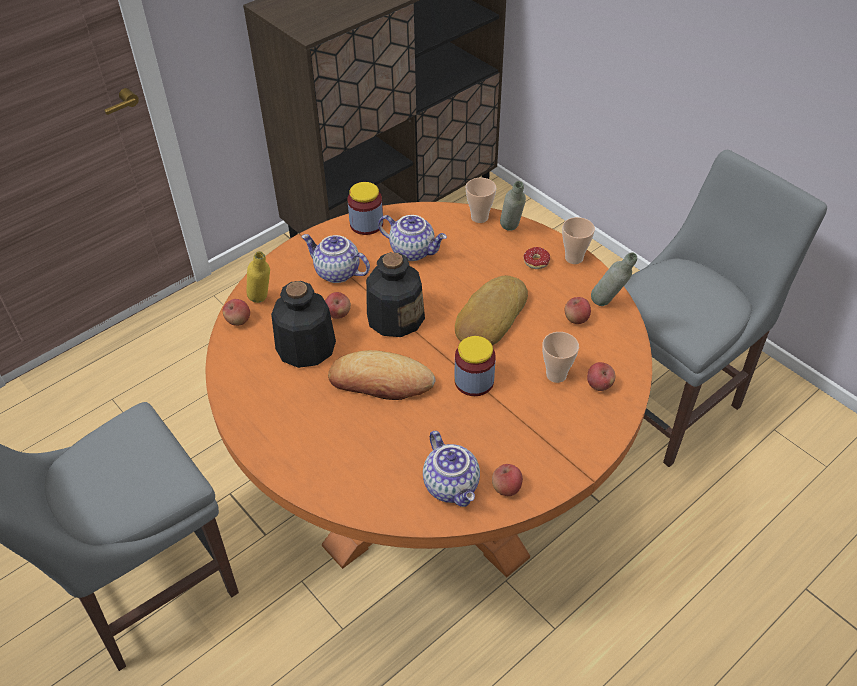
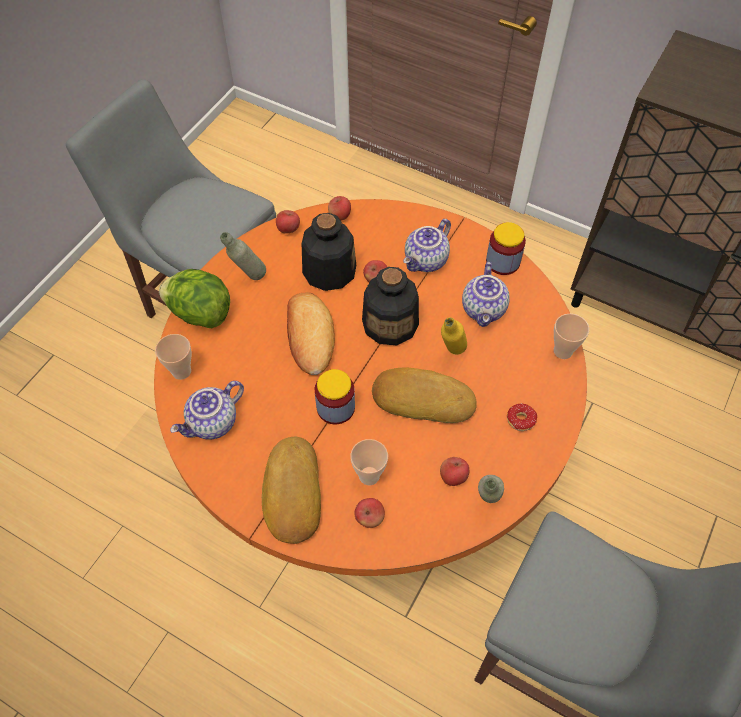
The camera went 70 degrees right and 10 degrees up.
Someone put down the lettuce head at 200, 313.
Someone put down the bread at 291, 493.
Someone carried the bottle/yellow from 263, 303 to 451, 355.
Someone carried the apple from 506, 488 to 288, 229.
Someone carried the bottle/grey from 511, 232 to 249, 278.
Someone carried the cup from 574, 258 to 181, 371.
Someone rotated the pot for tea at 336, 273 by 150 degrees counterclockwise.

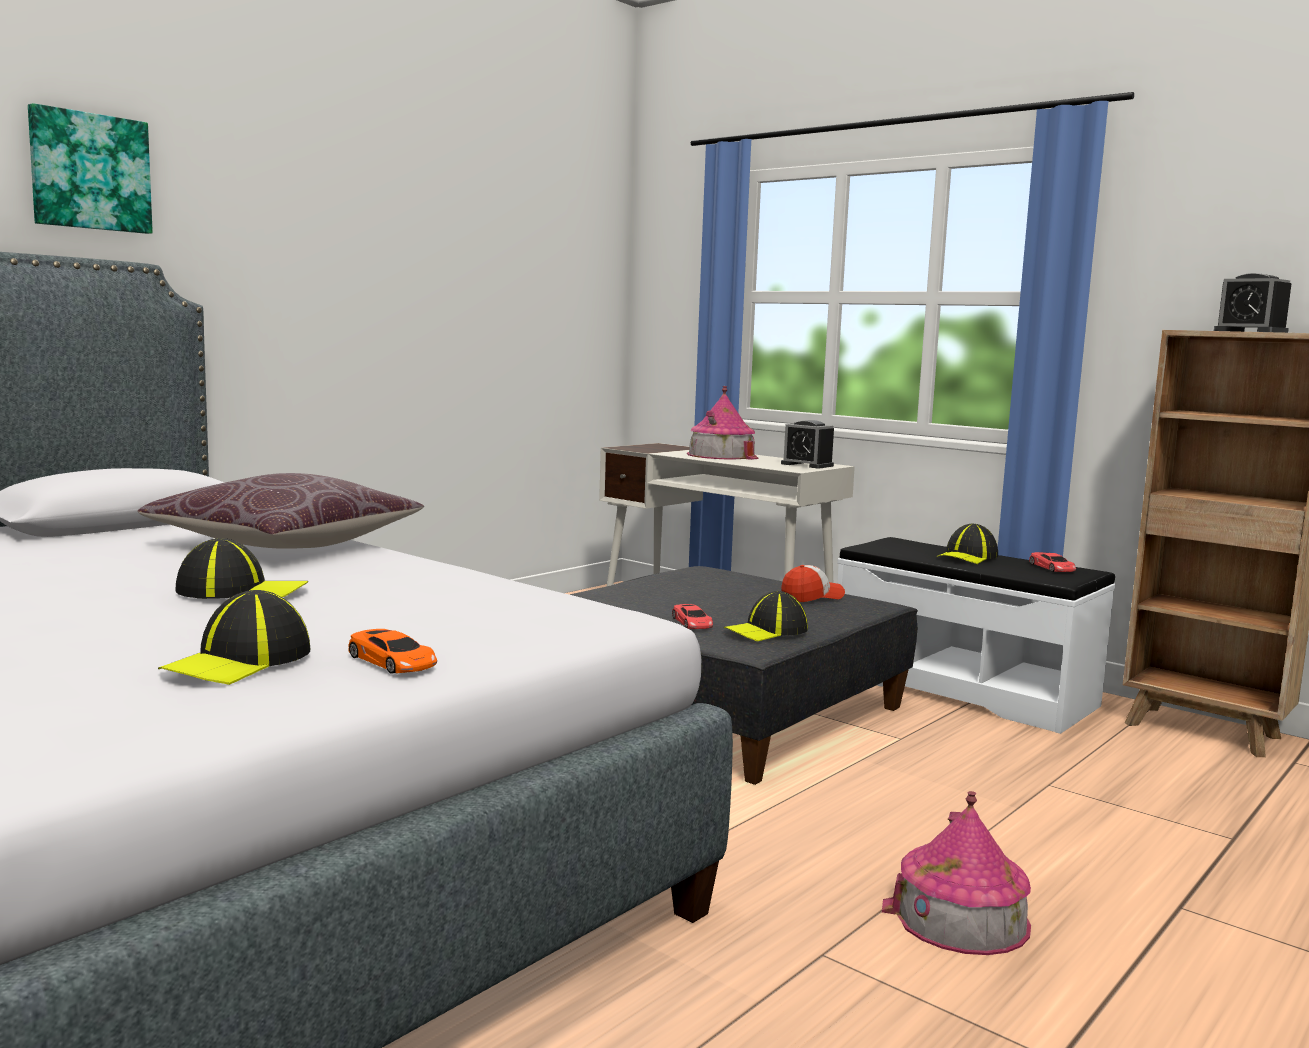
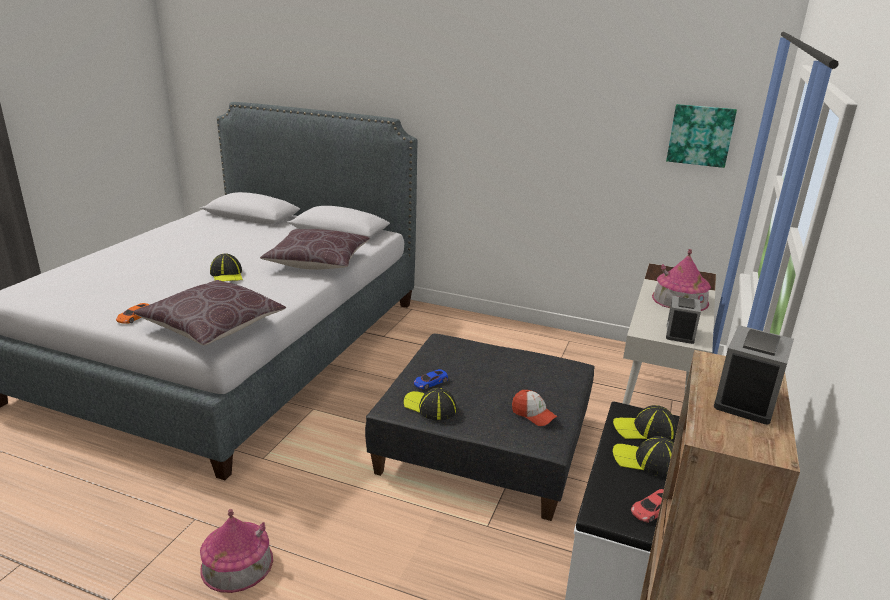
The camera went 70 degrees right and 15 degrees up.
Someone put down the throw pillow/brownish at 213, 327.
Someone carried the wall art from 90, 172 to 700, 135.
Someone carried the peaked cap from 238, 661 to 644, 429.
Someone repainted the model car/red-coloured at 692, 623, which became the model car/bluish at 430, 382.

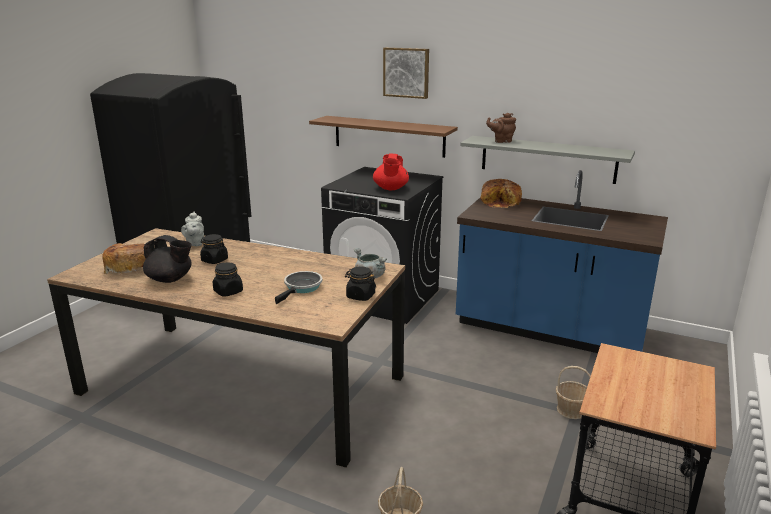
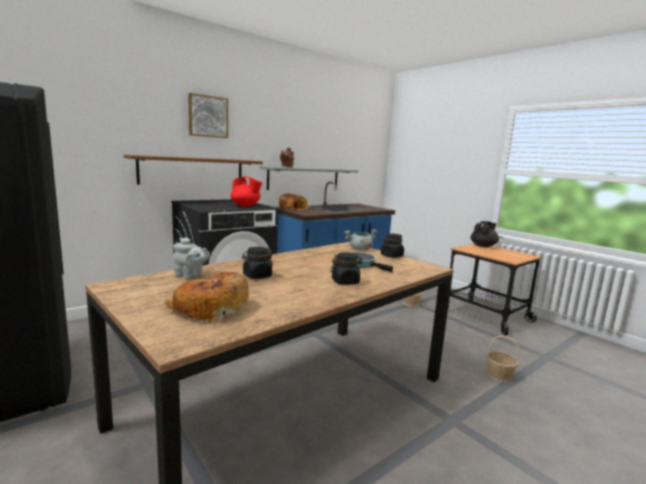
The camera went 65 degrees left and 10 degrees down.
Someone carried the pot for tea/blackish from 170, 279 to 483, 246.

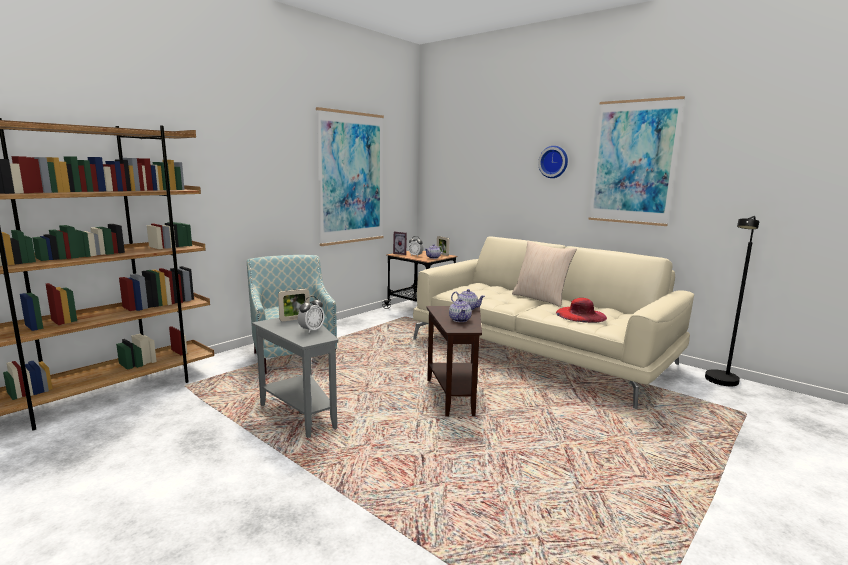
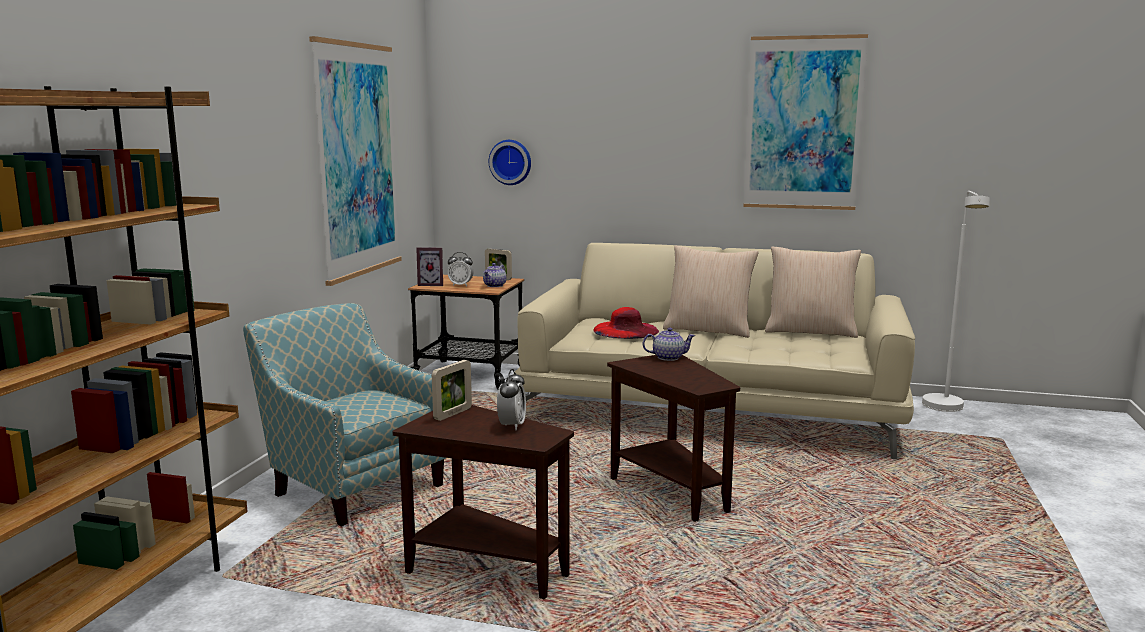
The camera went 25 degrees left and 0 degrees up.
Someone took away the pot for tea at 460, 320.
Someone put down the throw pillow/beige at 810, 331.
Someone carried the clock on the wall from 554, 162 to 511, 162.
Someone carried the wearable hat/red-coloured from 581, 315 to 625, 330.
Someone repainted the accent table/grey at 301, 412, which became the accent table/brownish at 485, 567.
Someone repainted the floor lamp/blackish at 721, 383, which became the floor lamp/whitish at 945, 409.

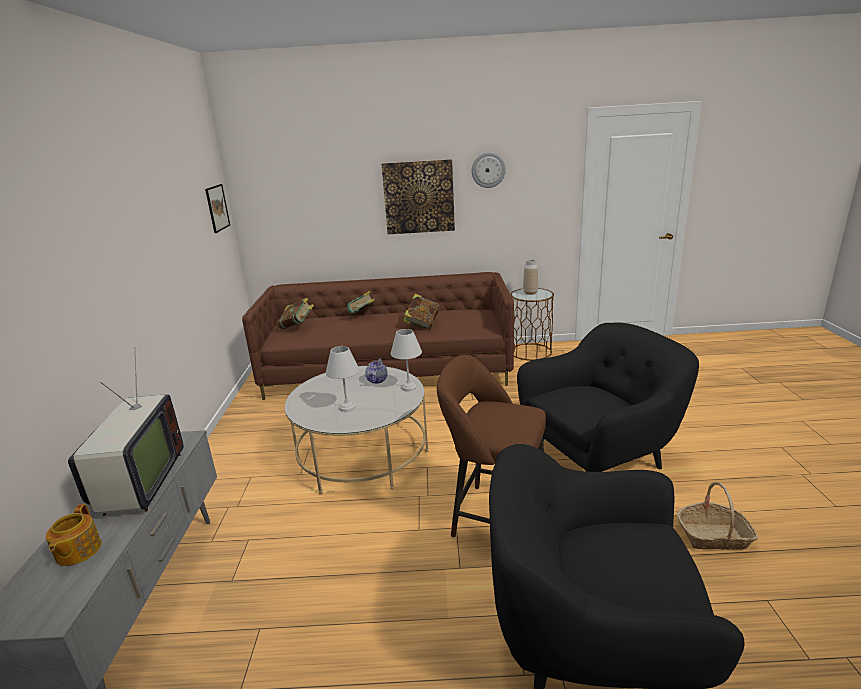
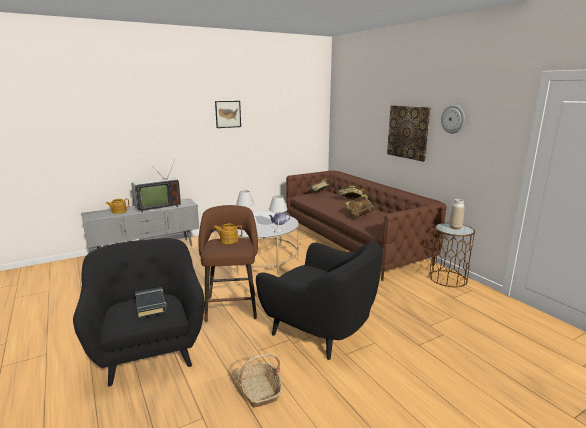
The camera went 60 degrees right and 5 degrees down.
Someone put down the volume/blackish at 151, 305.
Someone put down the pot for tea at 228, 240.
Someone carried the wall art from 217, 208 to 228, 114.

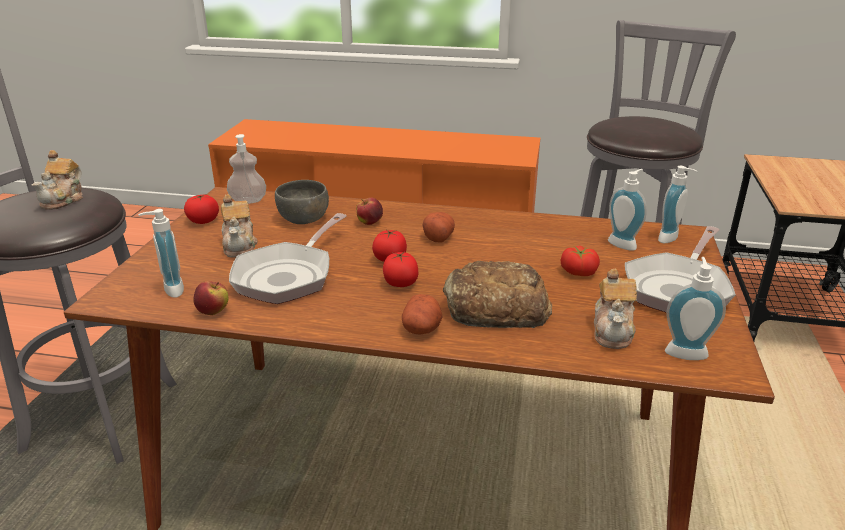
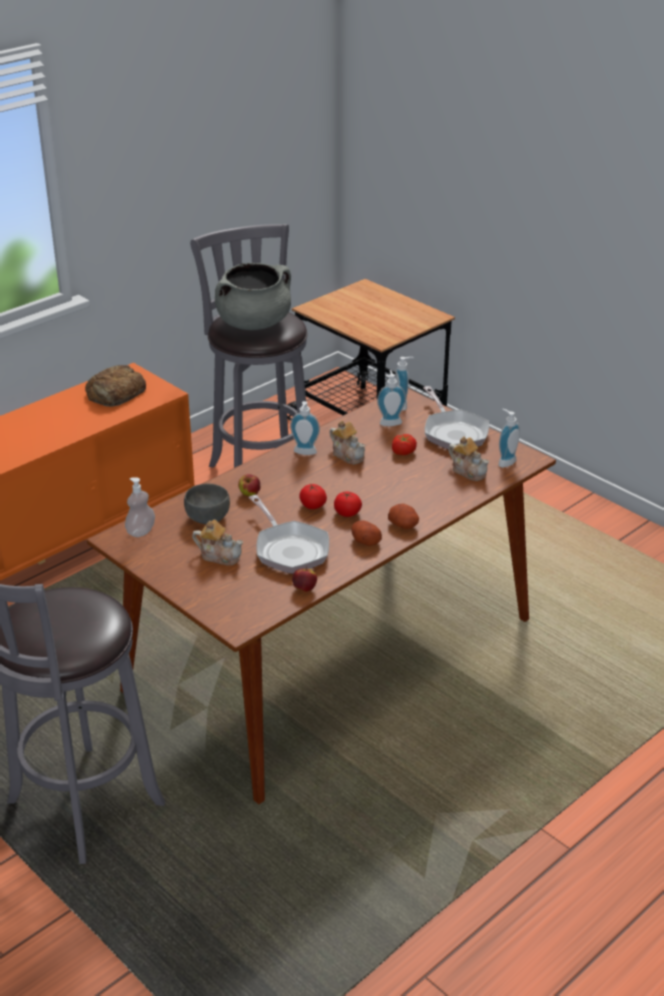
The camera went 55 degrees left and 5 degrees up.
Someone took away the fresh tomato at 203, 221.
Someone put down the saucepot/grey at 254, 324.
Someone carried the pot for tea from 64, 200 to 348, 455.
Someone carried the soap dispenser from 169, 290 to 304, 453.
Someone carried the whole potato from 438, 237 to 365, 541.
Someone carried the bread from 494, 306 to 115, 393.

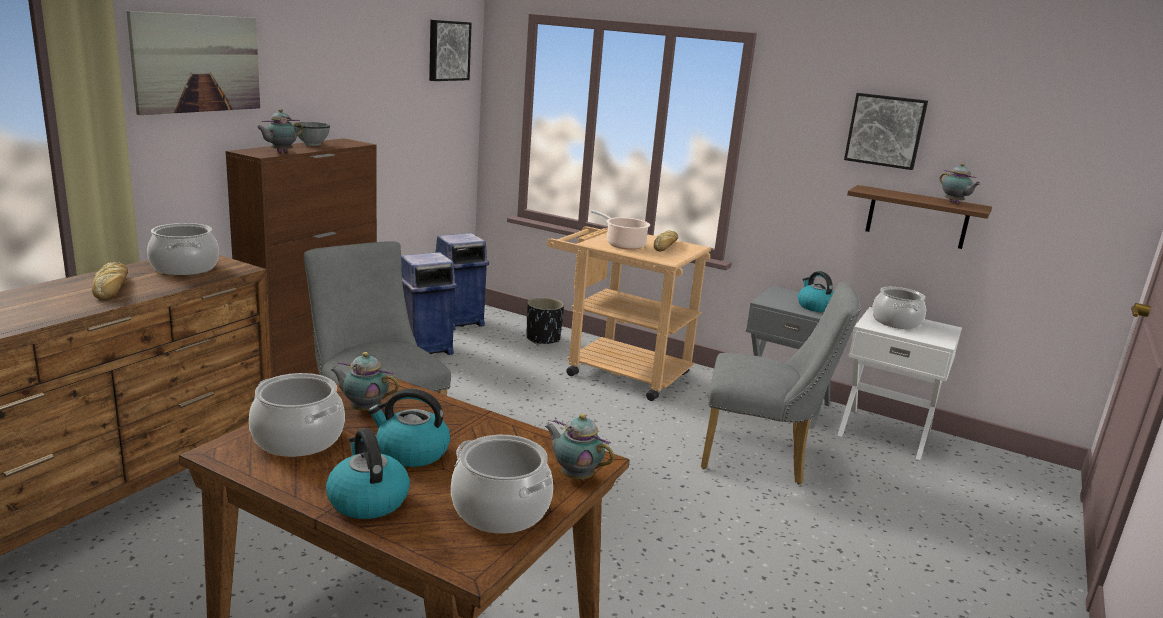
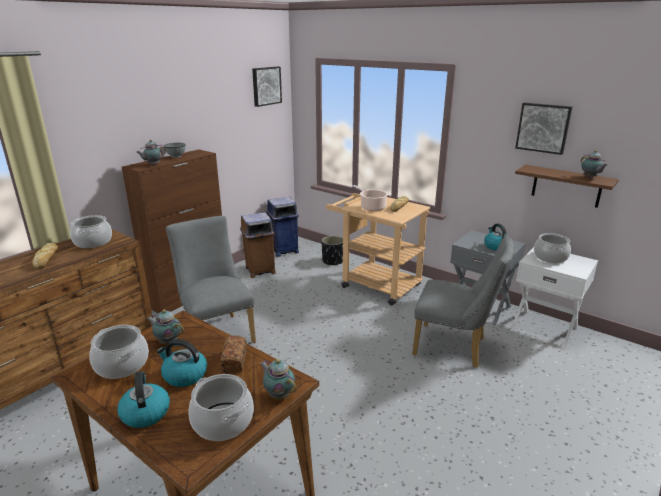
The camera went 10 degrees right and 5 degrees up.
Someone took away the wall art at 197, 63.
Someone put down the bread at 235, 361.
Someone repainted the trash can/bluish at 425, 349, which became the trash can/brownish at 259, 270.

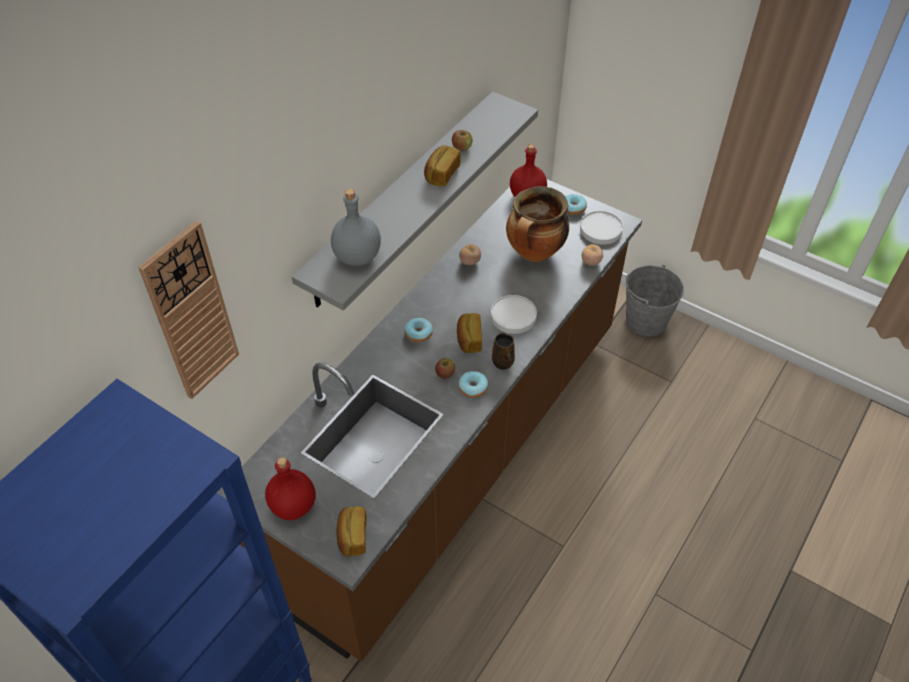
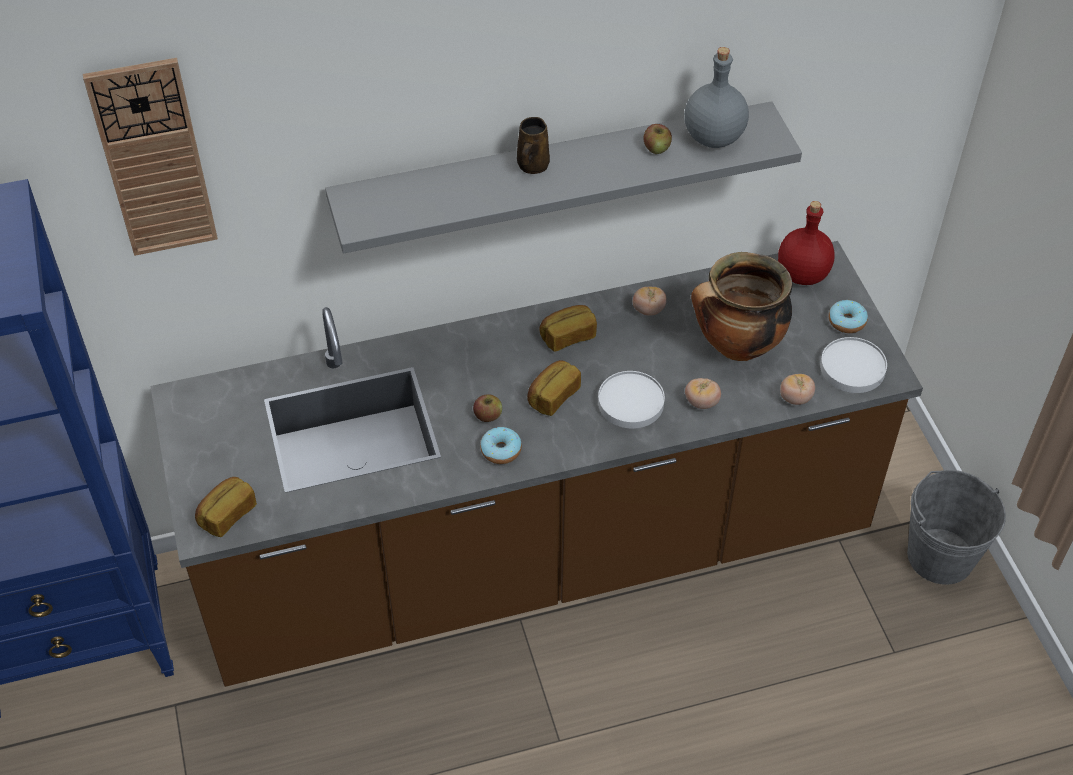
The camera went 40 degrees right and 0 degrees up.
Someone took away the bottle/red-coloured at 294, 505.
Someone took away the doughnut at 418, 333.
Someone put down the fresh tomato at 701, 402.
Someone carried the bottle/grey from 356, 256 to 713, 136.
Someone carried the bread from 441, 174 to 567, 336.
Someone carried the tea mug/brownish from 503, 363 to 532, 166.

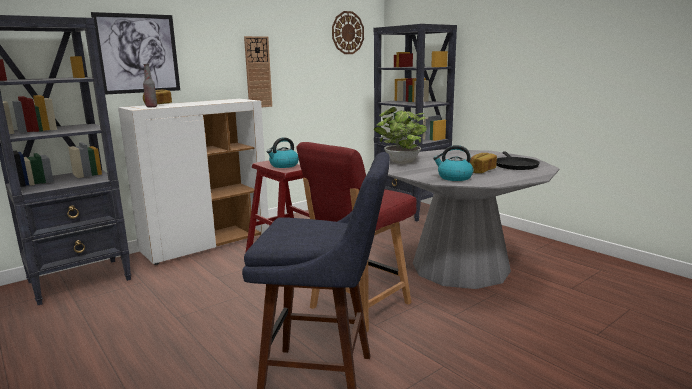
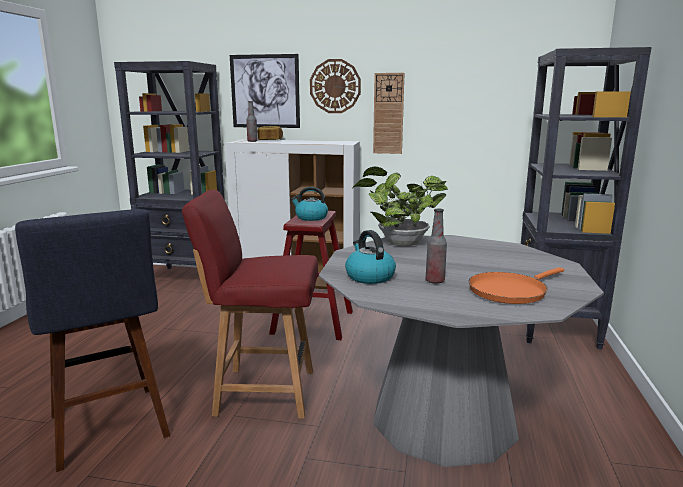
The camera went 50 degrees right and 0 degrees up.
Someone carried the clock on the wall from 347, 33 to 335, 86.
Someone swapped the bread at 481, 171 for the bottle at 435, 281.
Someone repainted the skillet/blackish at 514, 165, which became the skillet/orange-coloured at 510, 291.

